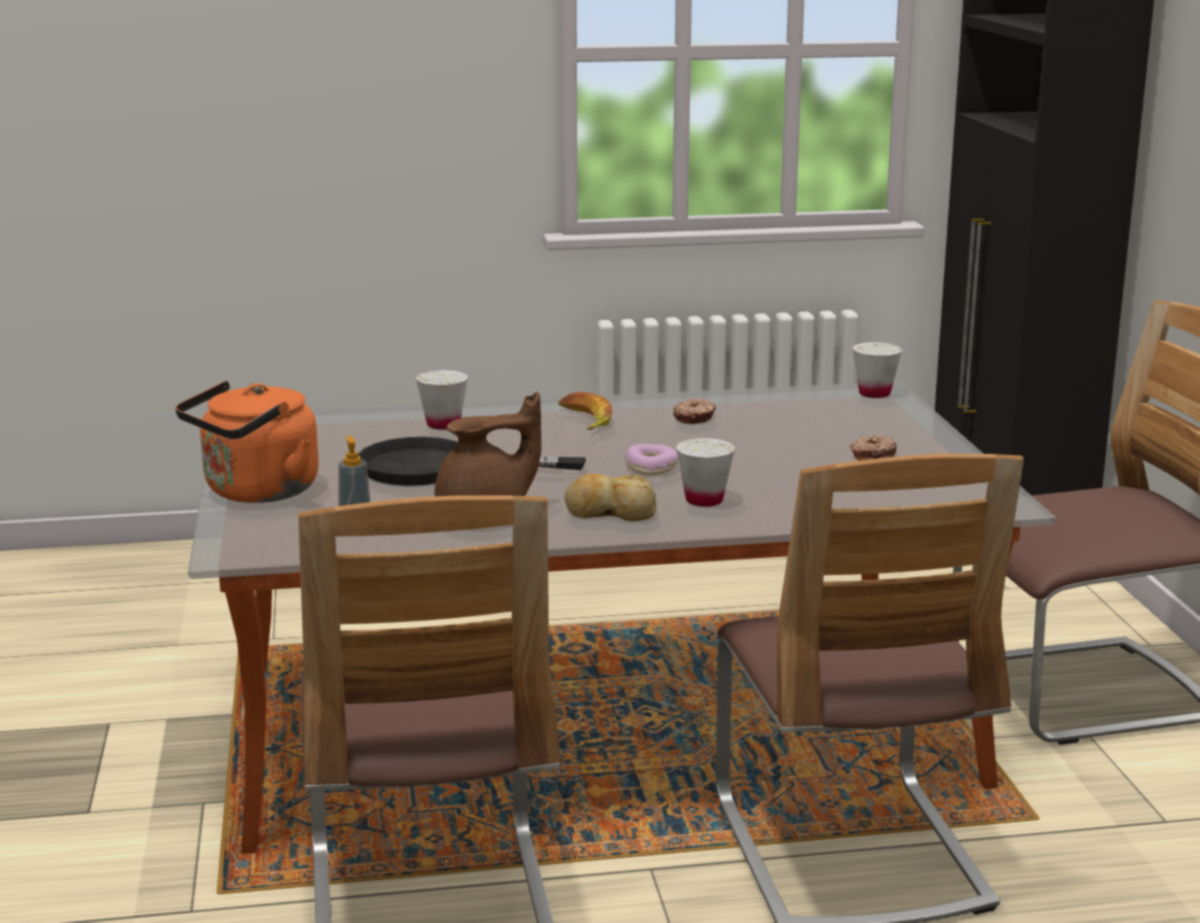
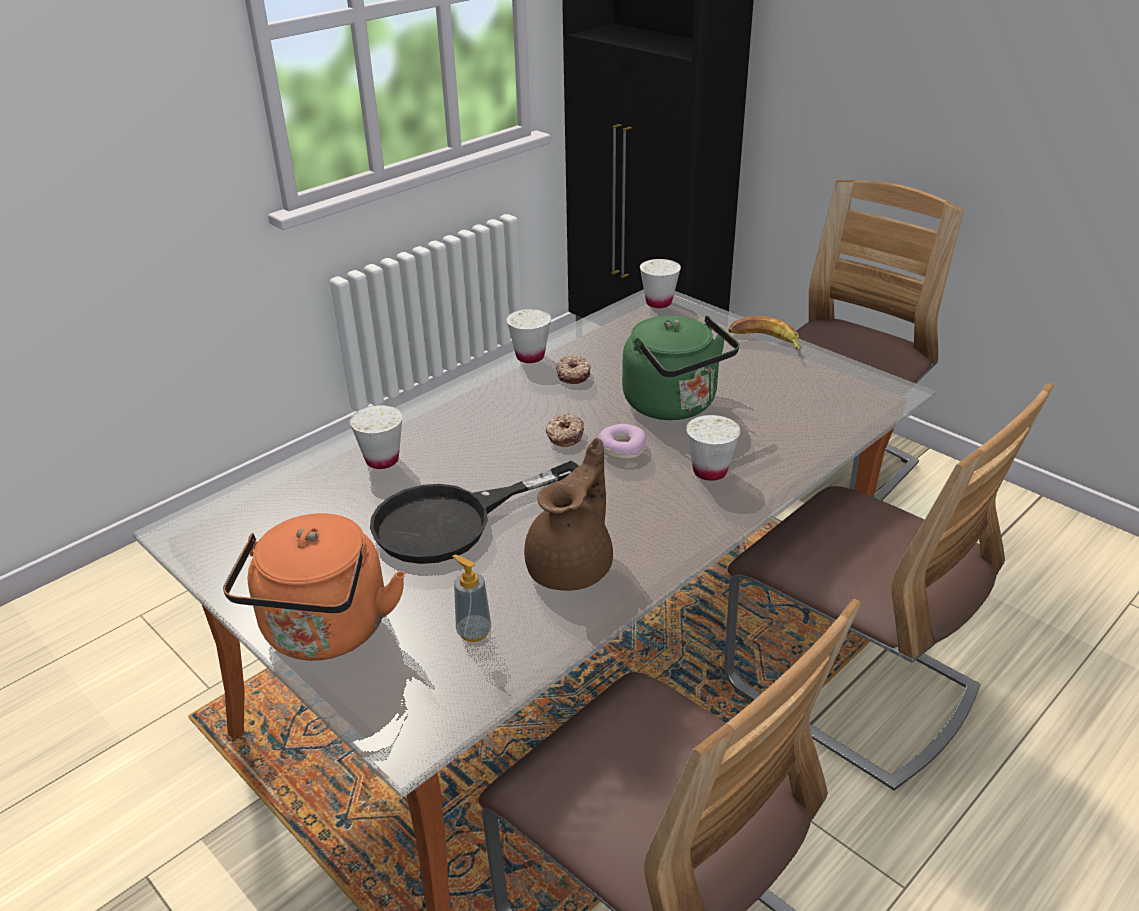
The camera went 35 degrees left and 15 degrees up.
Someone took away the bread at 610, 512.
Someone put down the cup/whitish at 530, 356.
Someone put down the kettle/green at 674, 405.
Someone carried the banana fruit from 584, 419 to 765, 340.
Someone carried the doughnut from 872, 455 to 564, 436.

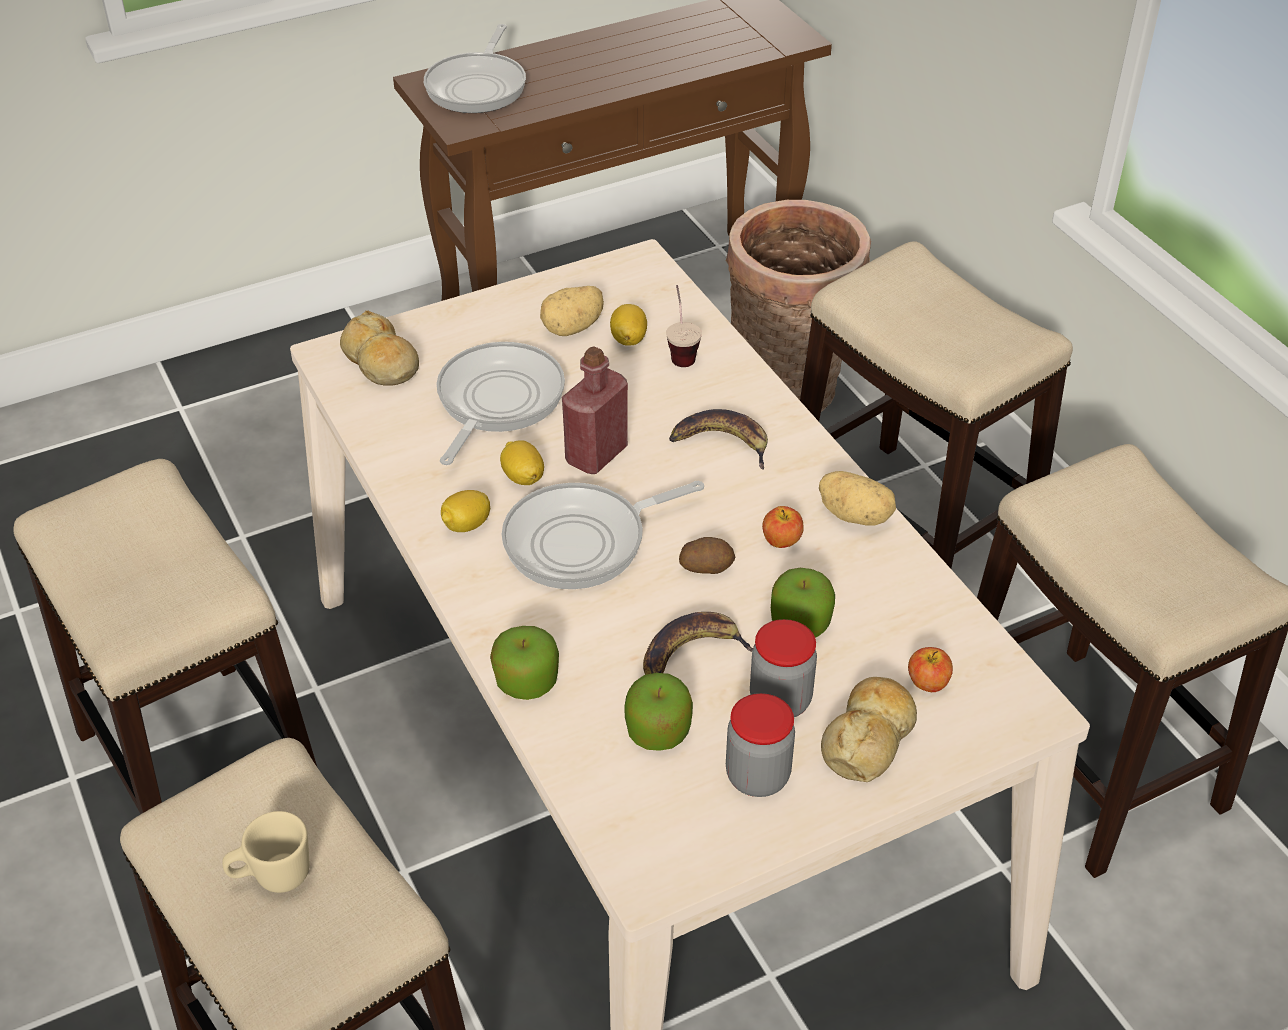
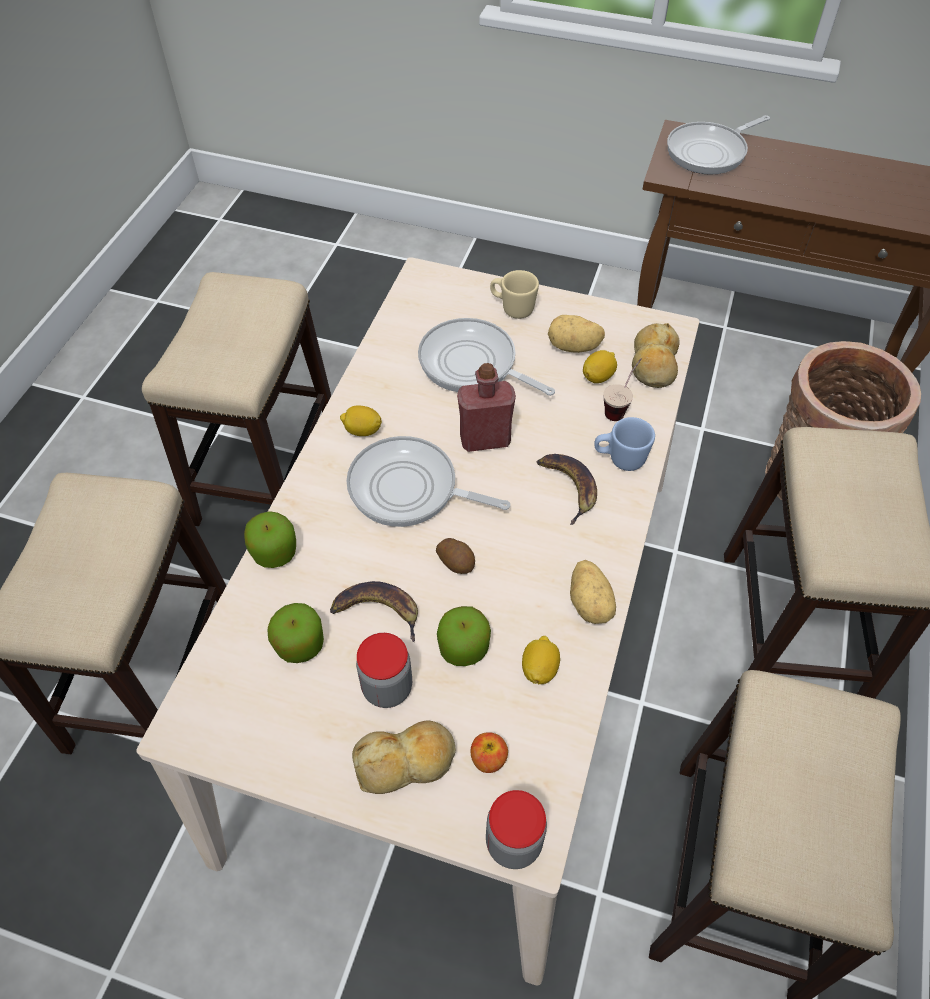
The camera went 45 degrees right and 10 degrees up.
Someone took away the apple at 781, 540.
Someone put down the tea mug/bluish at 620, 459.
Someone carried the tea mug/beige from 272, 877 to 512, 308.
Someone carried the bread from 381, 362 to 653, 364.
Someone carried the lemon from 523, 477 to 539, 669.
Someone carried the storage jar from 757, 776 to 513, 843.
Someone rotated the skillet at 496, 401 by 120 degrees counterclockwise.

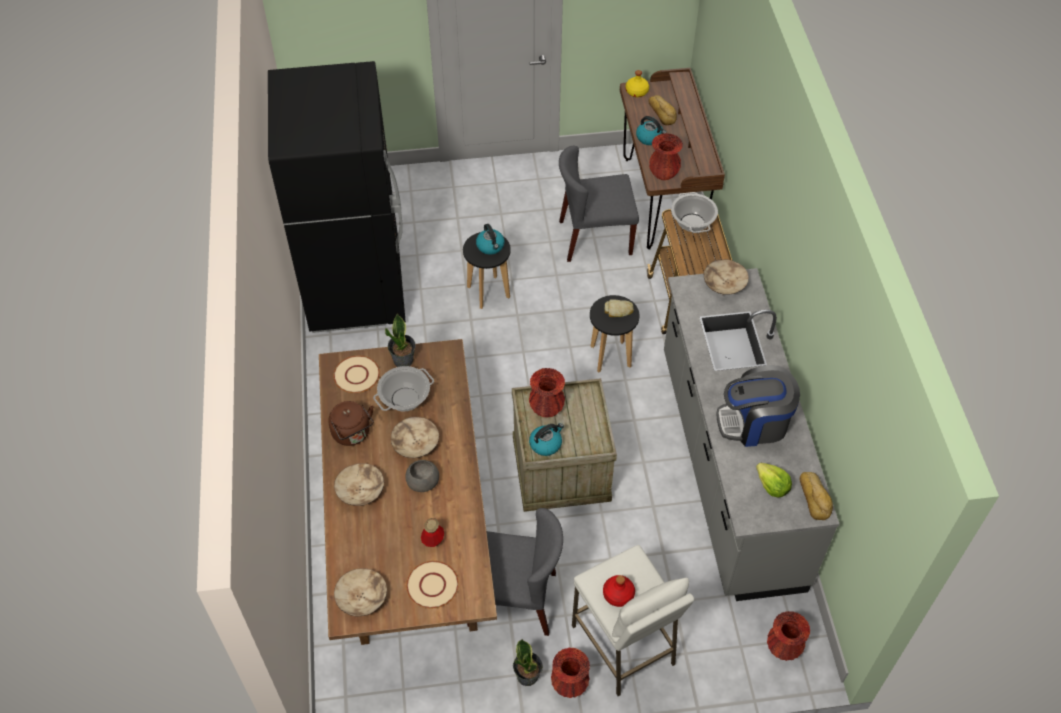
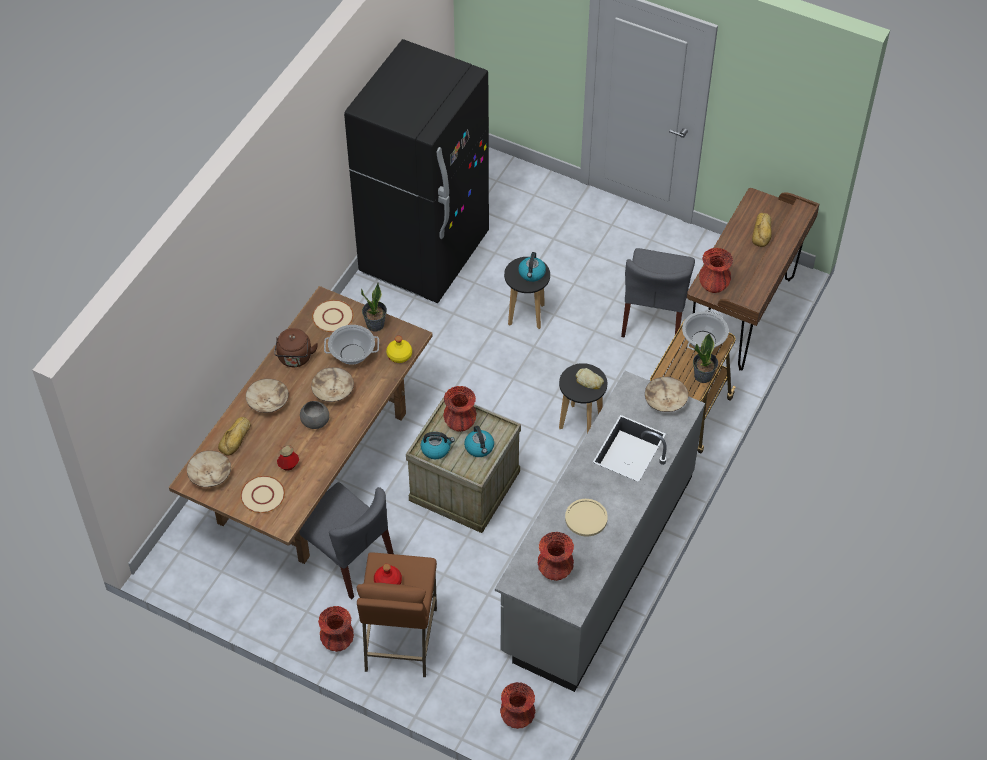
The camera went 35 degrees right and 0 degrees up.
Someone carried the houseplant from 528, 676 to 703, 376.
Someone carried the bottle/yellow from 636, 92 to 399, 355.
Someone carried the kettle from 650, 138 to 479, 448.
Someone carried the bread from 815, 497 to 236, 438.
Someone swapped the coffee maker at 754, 423 for the flat dish/beige at 586, 518.
Someone swapped the lettuce head at 772, 486 for the flower vase/red-coloured at 555, 570.
Someone repainted the sitting stool/whitish at 624, 645, which became the sitting stool/brownish at 400, 640.
Someone rotated the upright chair/grey at 594, 238 by 105 degrees counterclockwise.

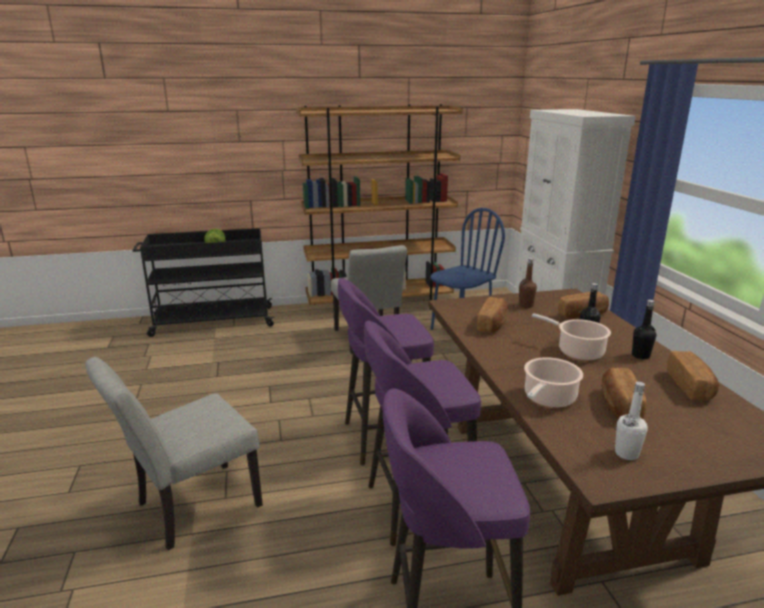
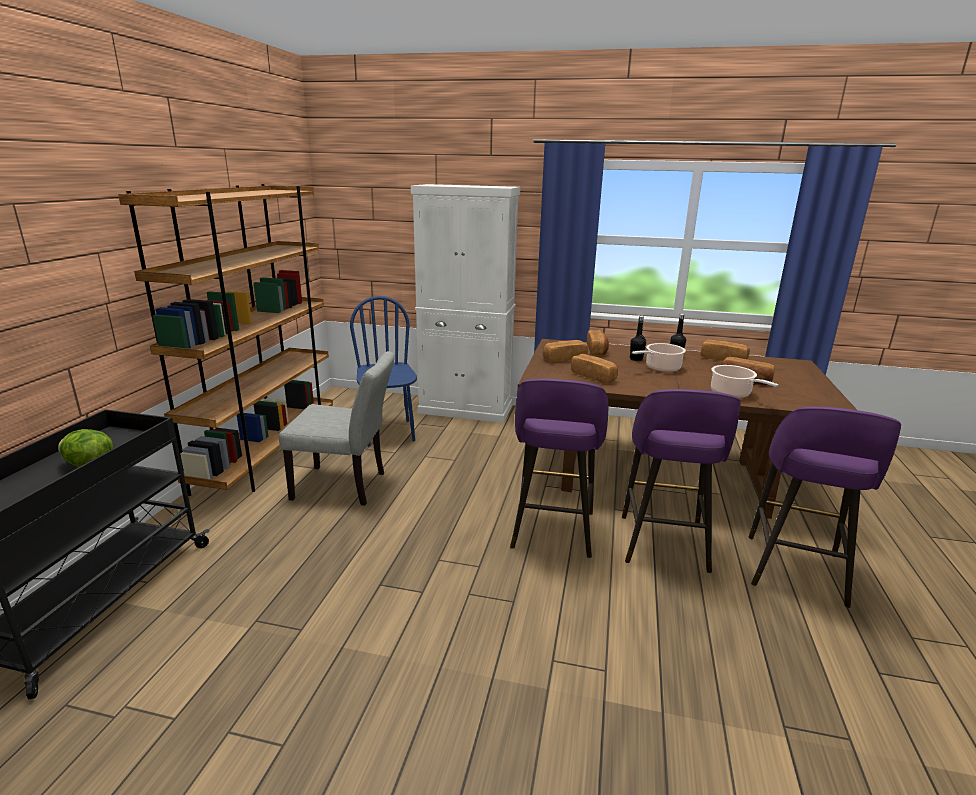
The camera went 65 degrees left and 0 degrees up.
Someone took away the upright chair/grey at 190, 508.
Someone took away the bottle/whitish at 626, 453.
Someone swapped the bottle/brownish at 526, 305 for the bread at 564, 359.

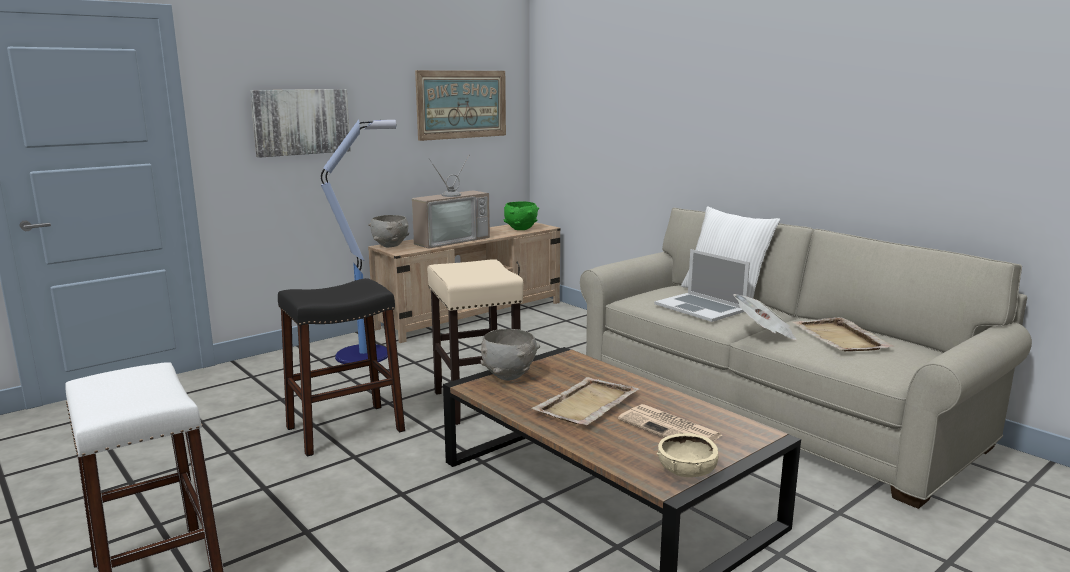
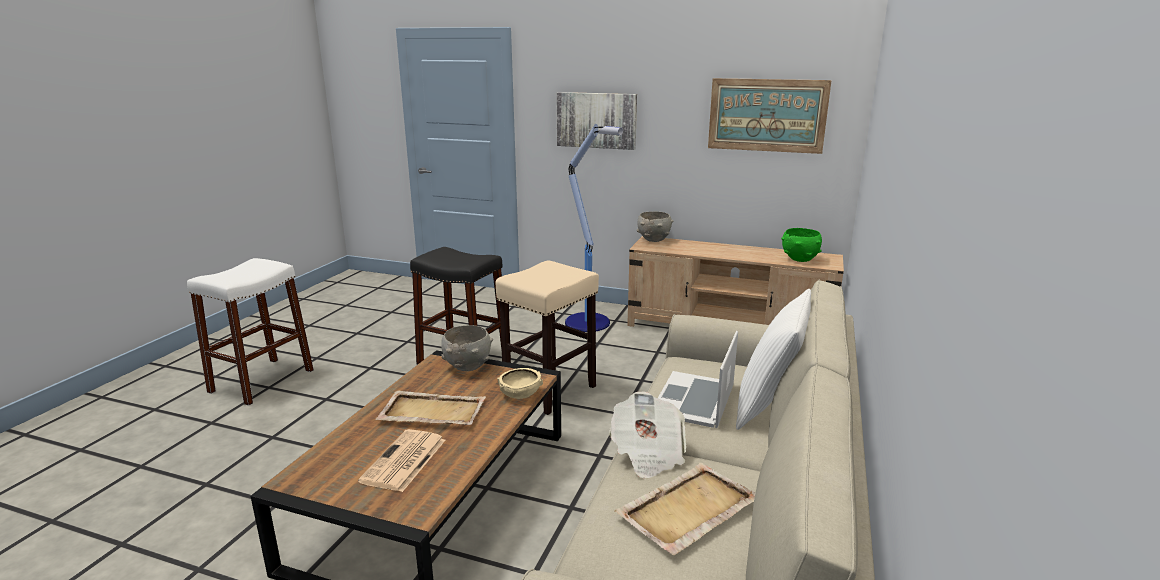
The camera went 60 degrees right and 5 degrees up.
Someone took away the TV at 449, 240.
Someone carried the bowl/beige from 686, 471 to 520, 394.

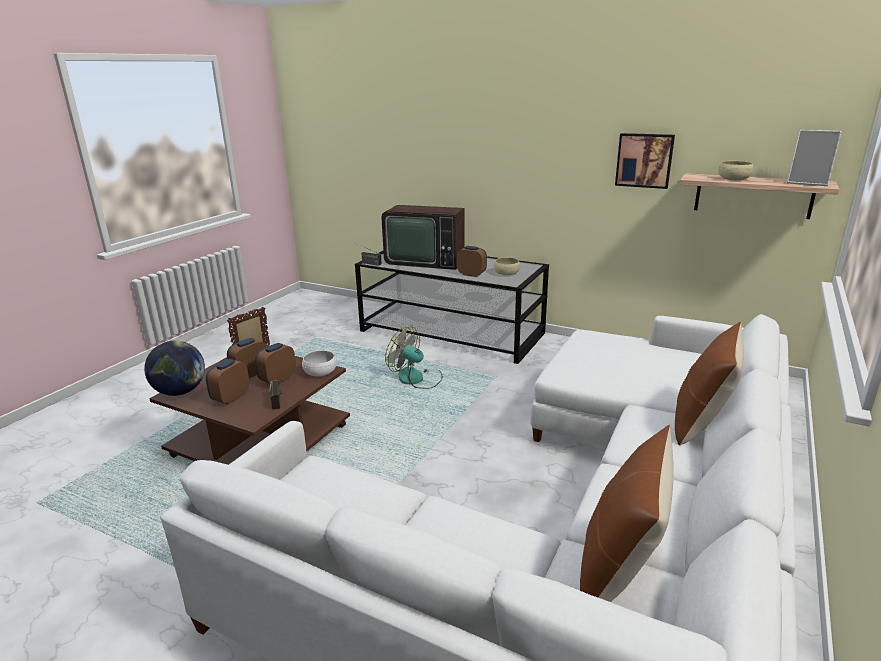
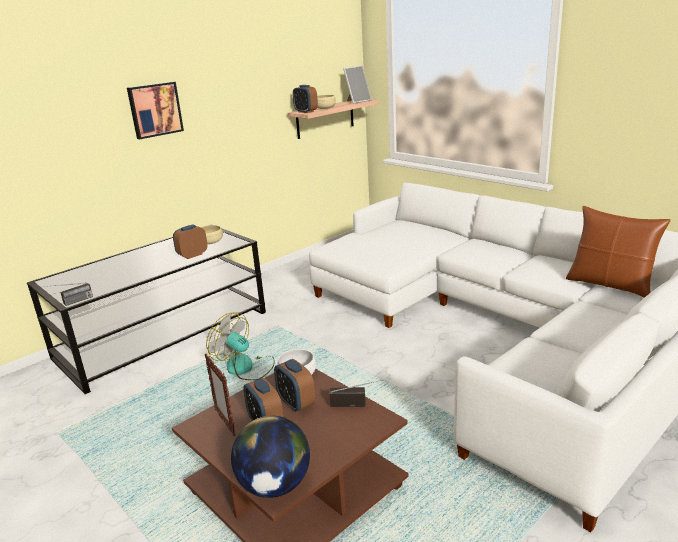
The camera went 70 degrees left and 0 degrees up.
Someone took away the TV at 425, 260.
Someone took away the throw pillow/brownish at 701, 422.
Someone carried the alarm clock from 231, 398 to 306, 112.
Someone carried the wall art from 644, 160 to 154, 109.
Someone rotated the fan at 416, 379 by 75 degrees clockwise.

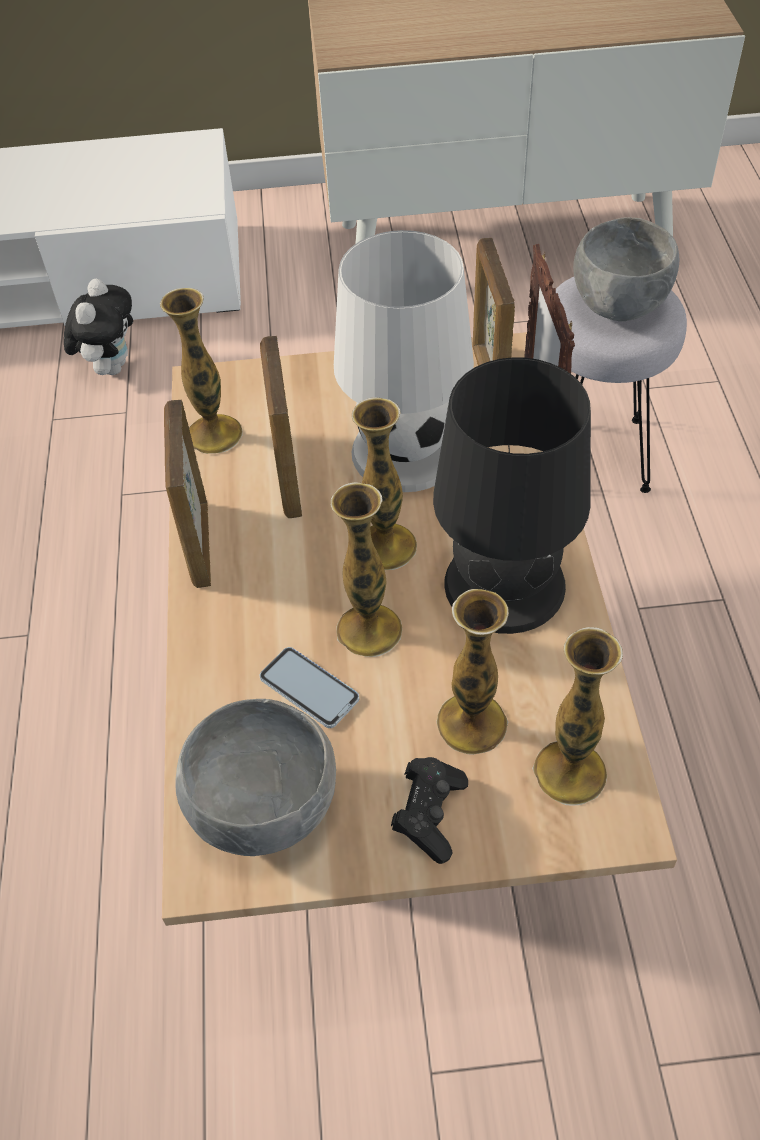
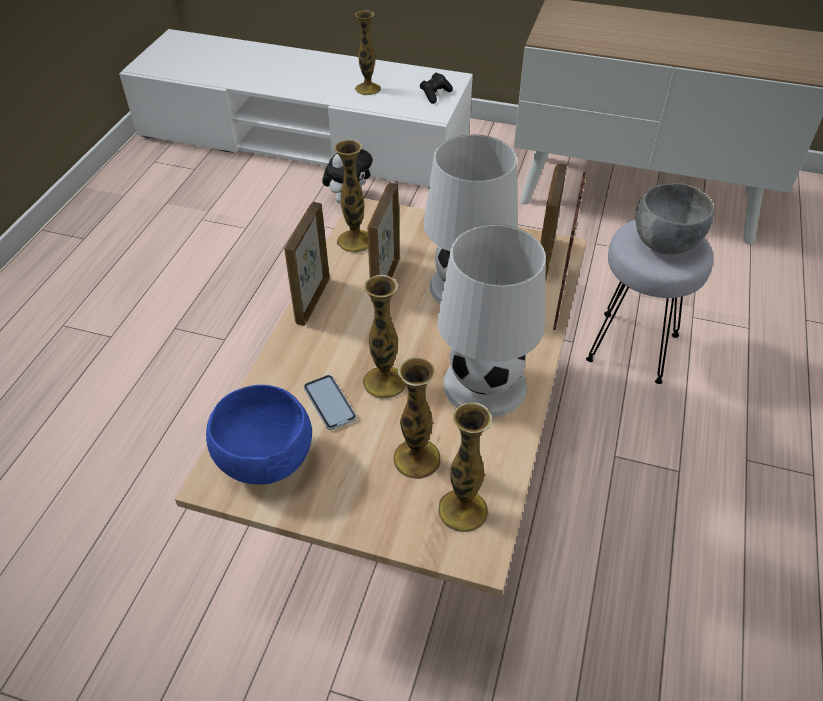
The camera went 20 degrees right and 5 degrees down.
Someone carried the flower vase from 386, 546 to 368, 89.
Someone carried the game controller/blackish from 430, 814 to 435, 94.
Someone repainted the bowl/grey at 263, 808, which became the bowl/bluish at 265, 460.
Someone repainted the lamp for a table/blackish at 503, 584, which became the lamp for a table/whitish at 483, 384.

